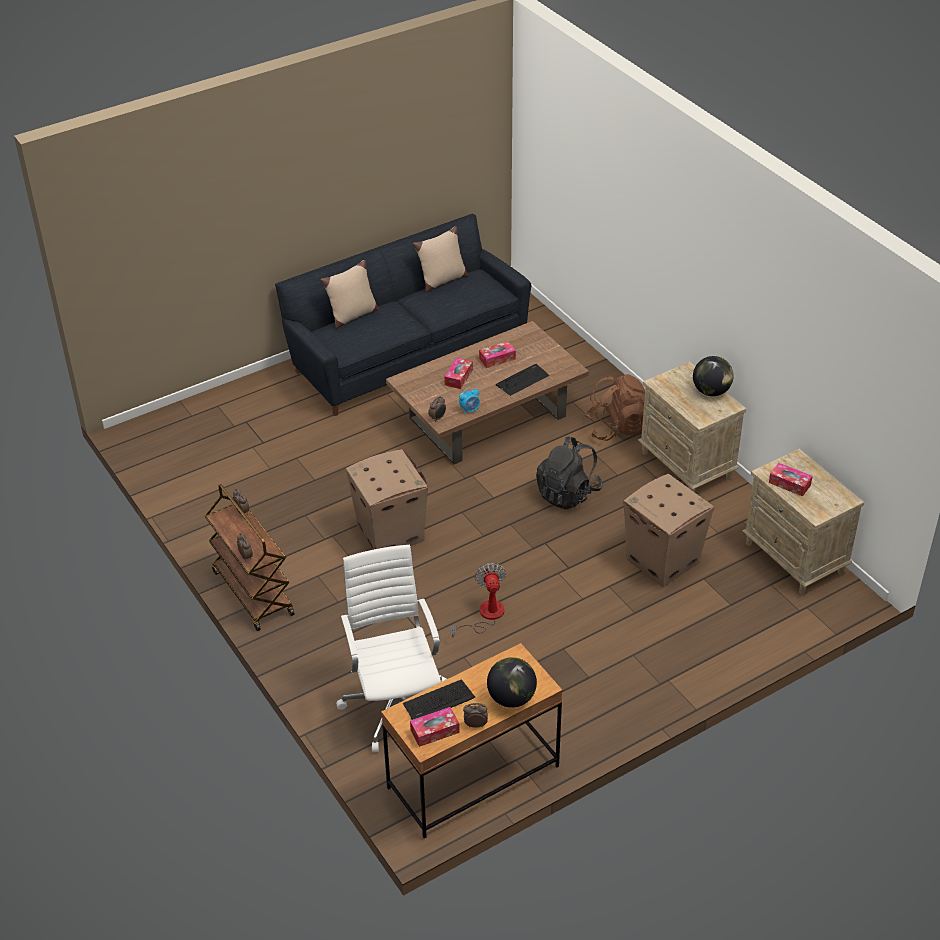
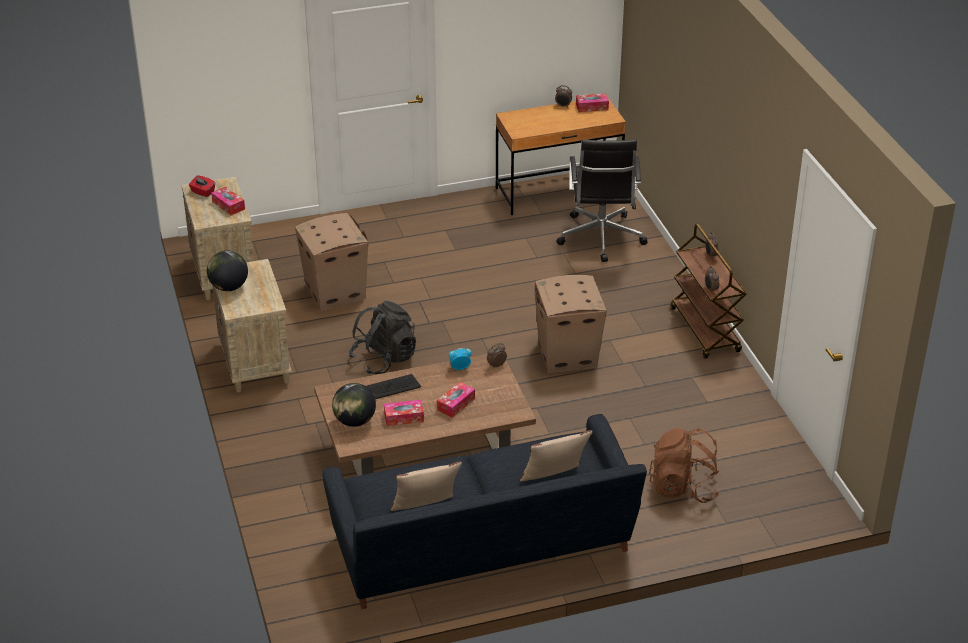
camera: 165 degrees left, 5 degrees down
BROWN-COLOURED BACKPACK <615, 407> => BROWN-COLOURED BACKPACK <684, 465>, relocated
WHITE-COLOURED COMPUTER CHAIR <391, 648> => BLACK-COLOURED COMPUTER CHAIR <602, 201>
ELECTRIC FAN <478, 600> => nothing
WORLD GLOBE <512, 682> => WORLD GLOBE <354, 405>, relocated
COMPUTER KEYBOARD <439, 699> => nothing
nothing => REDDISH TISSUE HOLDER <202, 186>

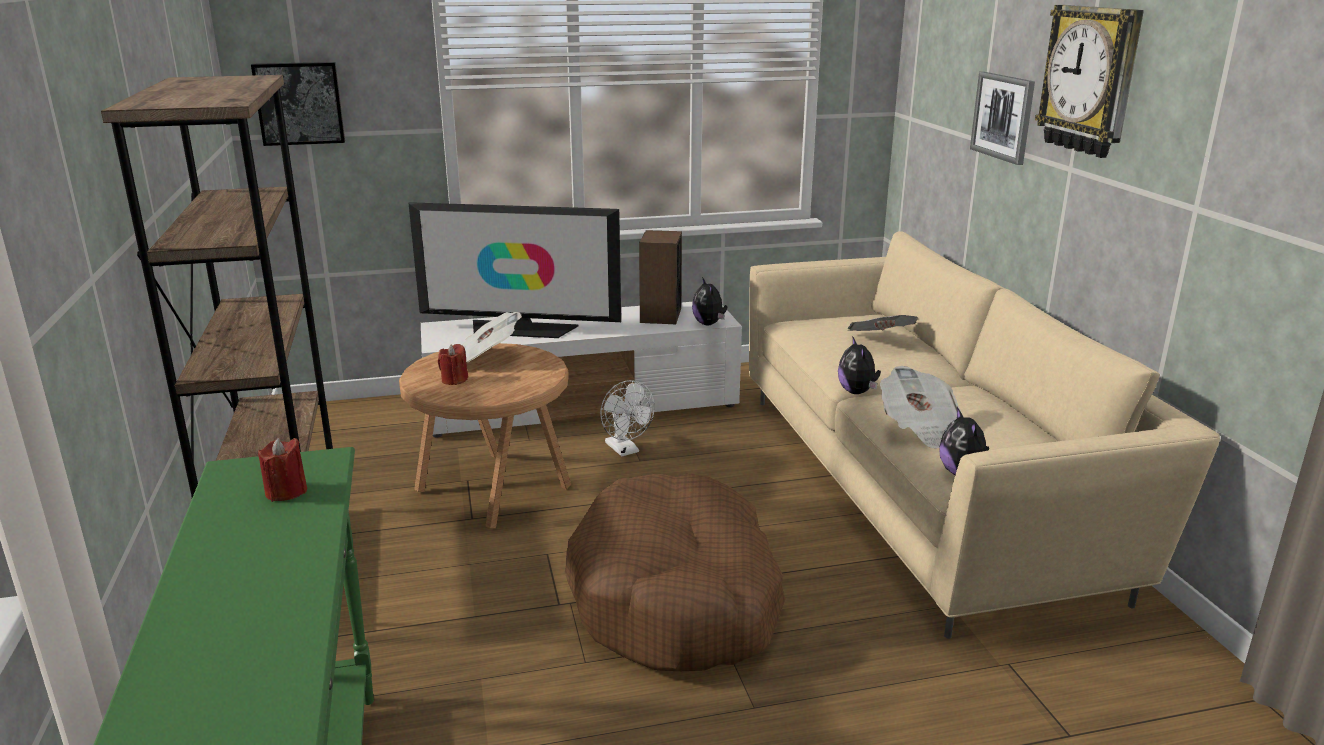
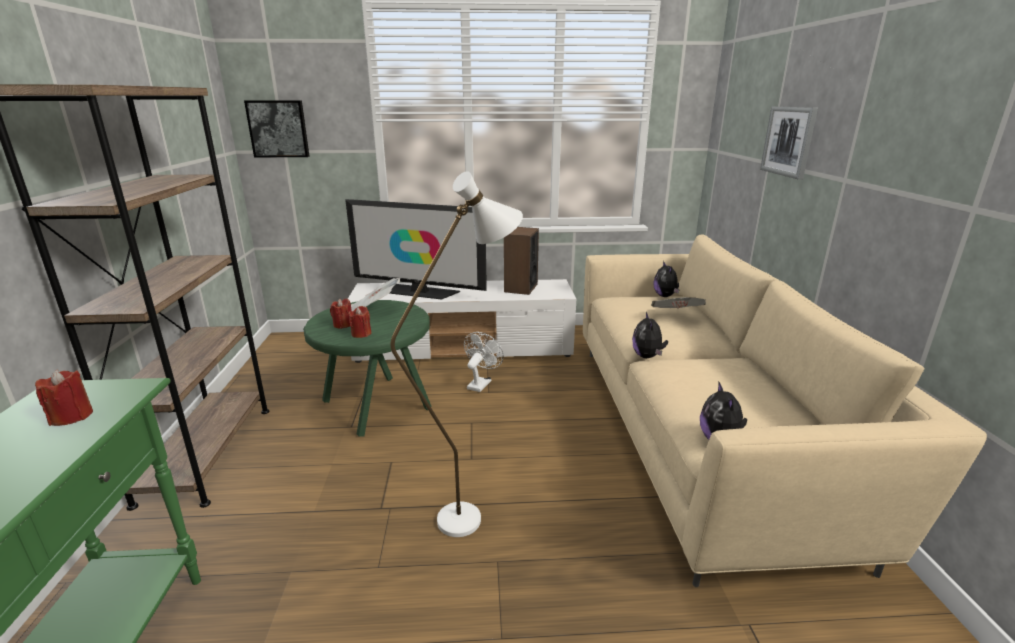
camera: 10 degrees right, 0 degrees up
CLOCK ON THE WALL <1089, 81> => nothing
SOFT TOY <709, 301> => SOFT TOY <666, 279>, relocated
BROWN-COLOURED END TABLE <485, 436> => GREEN-COLOURED END TABLE <367, 368>
NEWSPAPER <921, 407> => nothing
WHITE-COLOURED ELECTRIC FAN <627, 418> => WHITE-COLOURED ELECTRIC FAN <483, 362>, 135 degrees counterclockwise
BROWN-COLOURED DOG CUSHION <675, 572> => WHITE-COLOURED STANDING LAMP <456, 354>
nothing => REDDISH WAX LIGHT <360, 322>

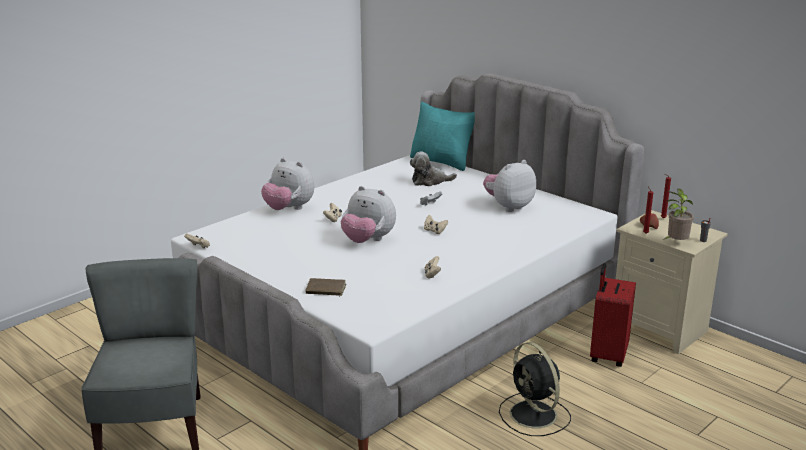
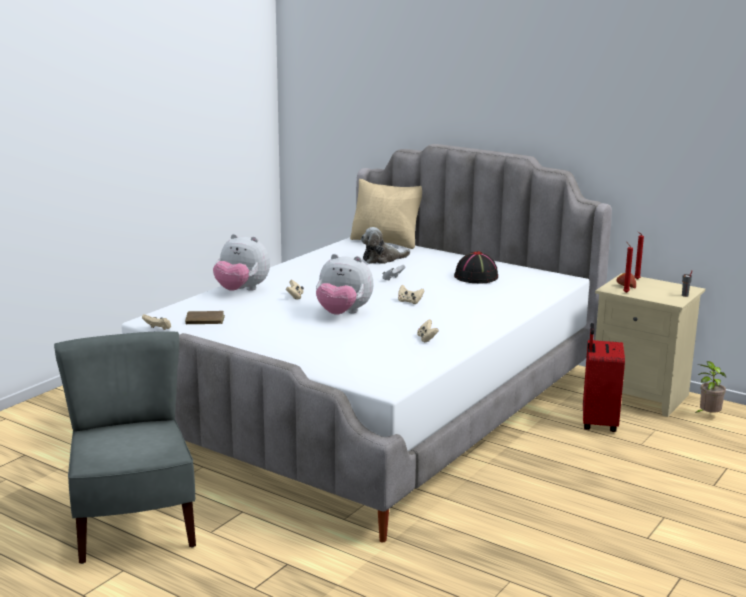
camera: 10 degrees left, 5 degrees down
TURQUOISE CUSHION <442, 136> => BEIGE CUSHION <386, 214>
SOFT TOY <509, 186> => BLACK-COLOURED CLOTHING HAT <476, 267>
POTTED PLANT <679, 214> => POTTED PLANT <710, 387>, relocated
BROWN-COLOURED BOUND BOOK <325, 287> => BROWN-COLOURED BOUND BOOK <205, 317>, relocated
BLACK-COLOURED ELECTRIC FAN <535, 389> => nothing

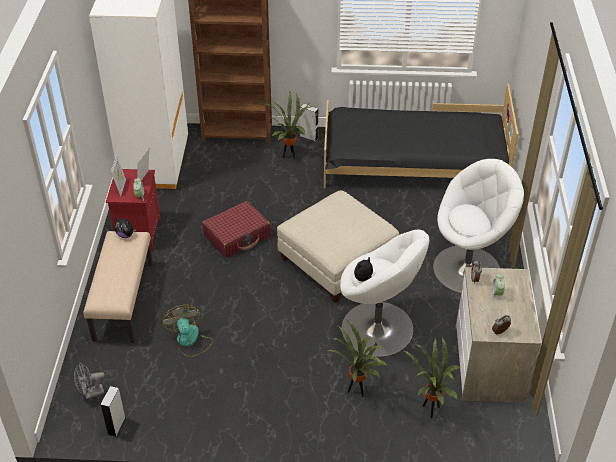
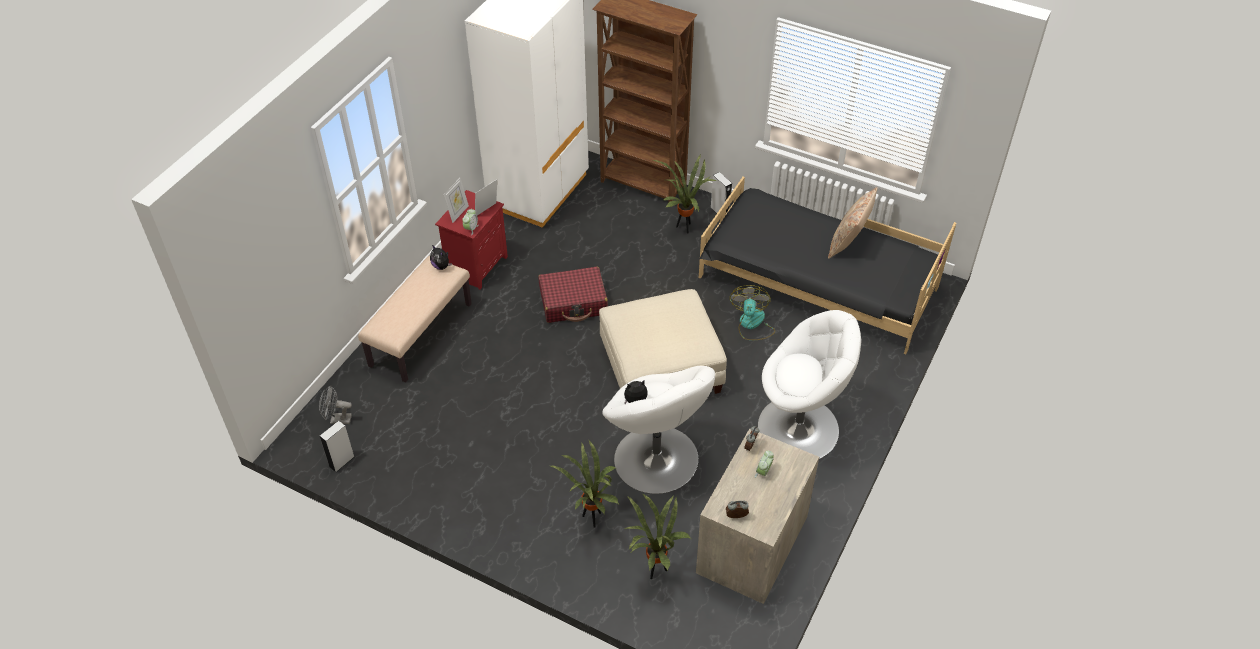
camera: 25 degrees right, 5 degrees up
ELECTRIC FAN <187, 331> => ELECTRIC FAN <752, 312>, relocated
nothing => BEIGE CUSHION <853, 223>

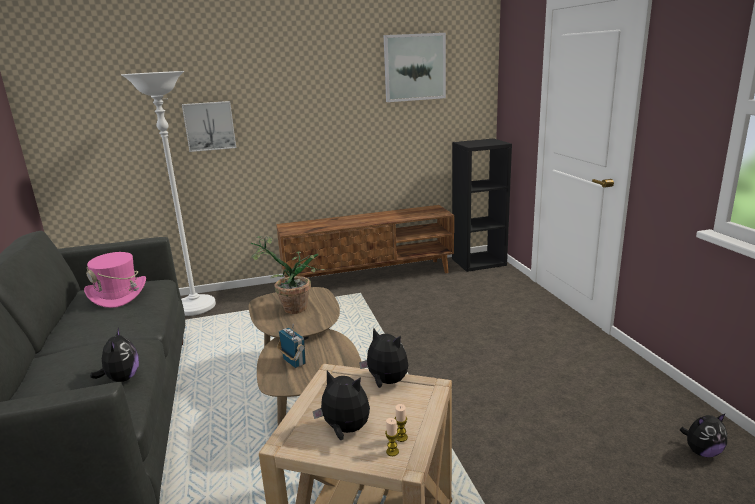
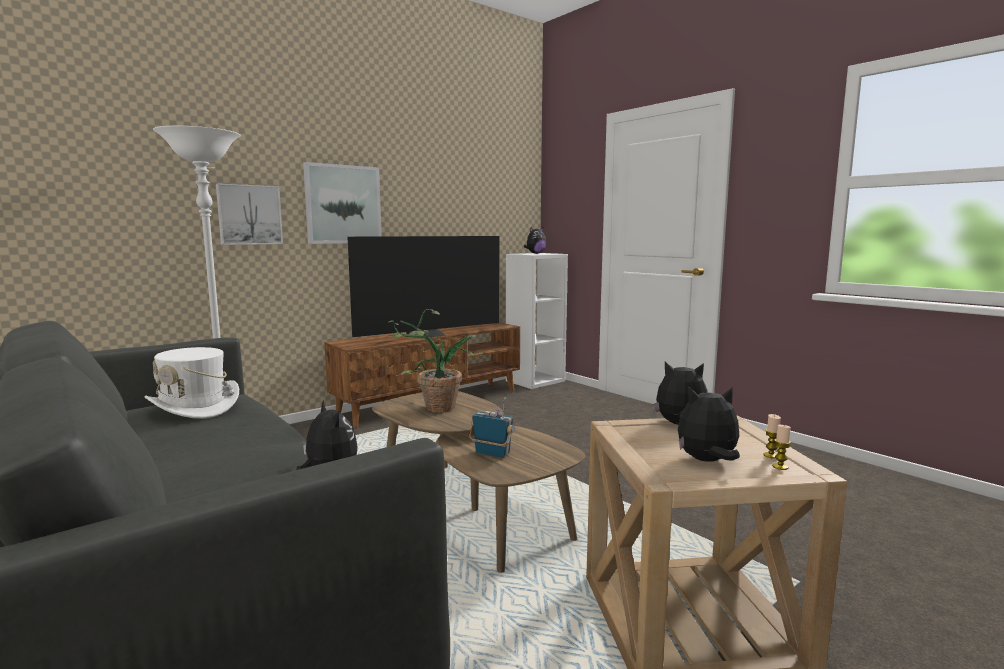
camera: 25 degrees left, 10 degrees down
WALL PICTURE <415, 67> => WALL PICTURE <342, 203>, relocated
BLACK-COLOURED BOOKSHELF <482, 205> => WHITE-COLOURED BOOKSHELF <537, 321>
PINK-COLOURED CLOTHING HAT <115, 280> => WHITE-COLOURED CLOTHING HAT <192, 383>
SOFT TOY <703, 435> => SOFT TOY <535, 240>, relocated
nothing => TV <423, 286>

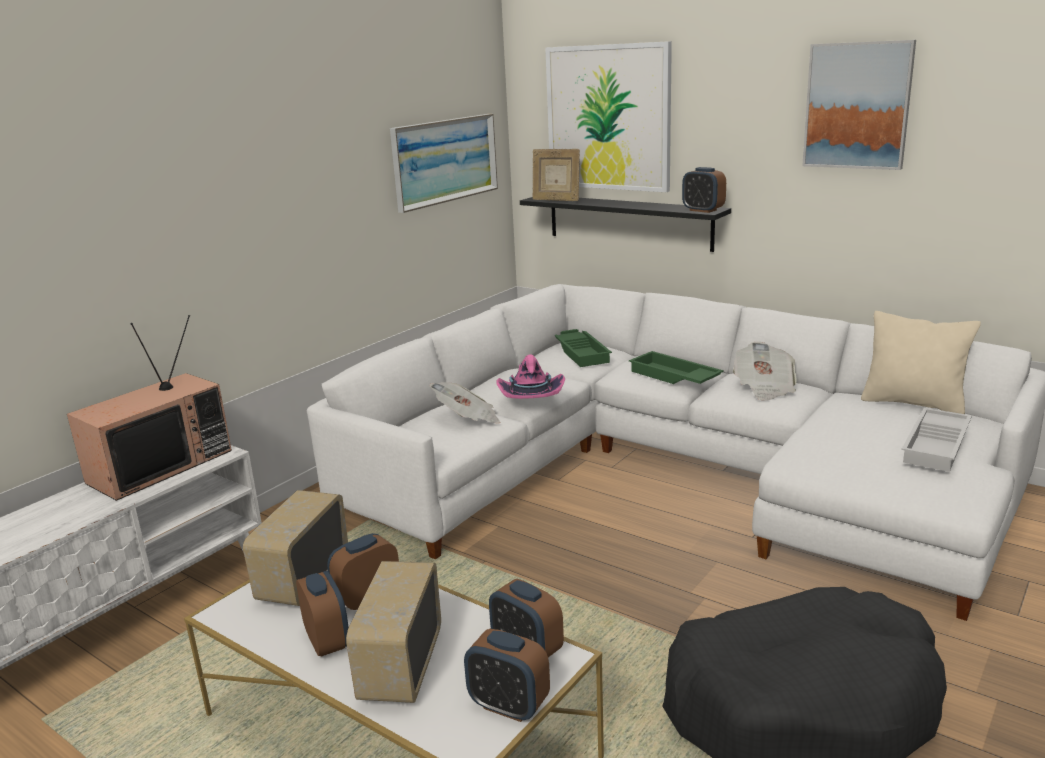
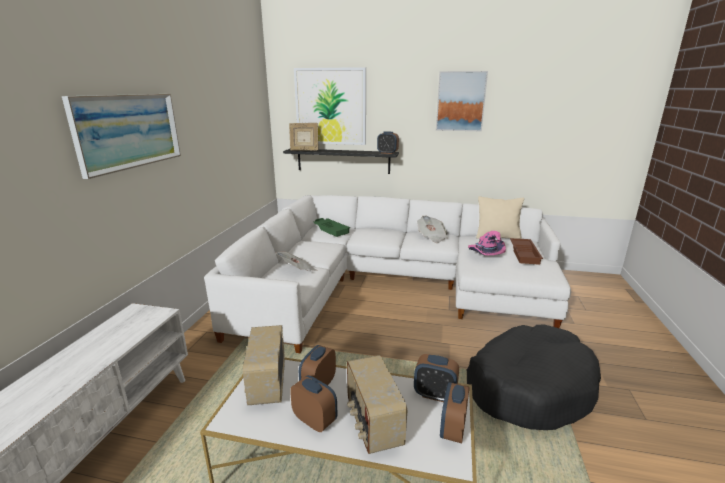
camera: 25 degrees left, 0 degrees up
WALL PICTURE <444, 163> => WALL PICTURE <121, 136>, relocated
TV <149, 408> => nothing
GREEN-COLOURED SERVING TRAY <676, 367> => nothing
PINK-COLOURED CLOTHING HAT <530, 376> => PINK-COLOURED CLOTHING HAT <487, 243>, relocated
WHITE-COLOURED SERVING TRAY <937, 440> => BROWN-COLOURED SERVING TRAY <526, 251>
BEDSIDE CLOCK <507, 675> => BEDSIDE CLOCK <455, 412>, 105 degrees clockwise

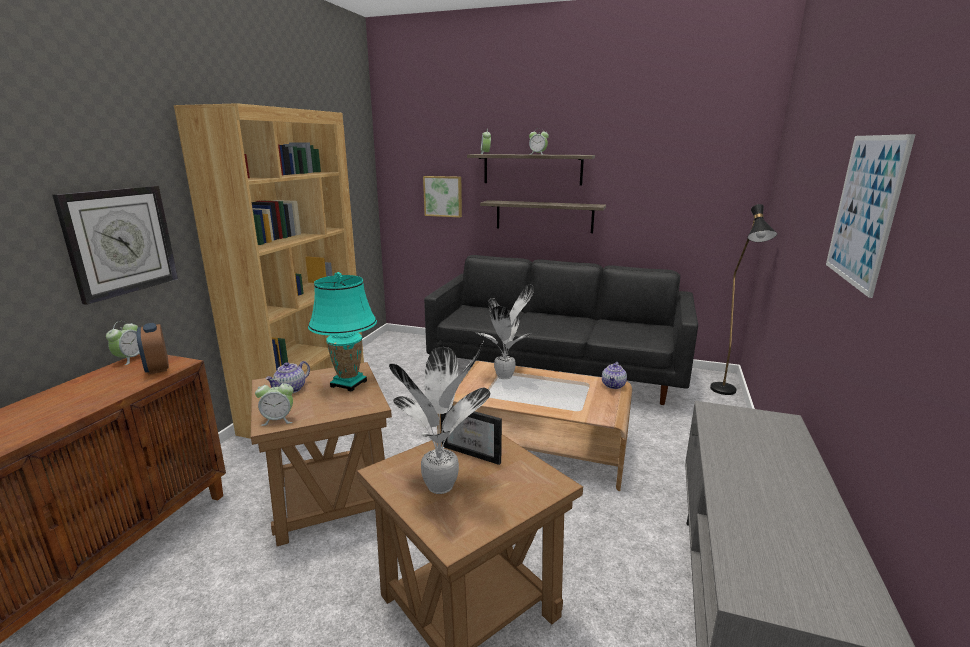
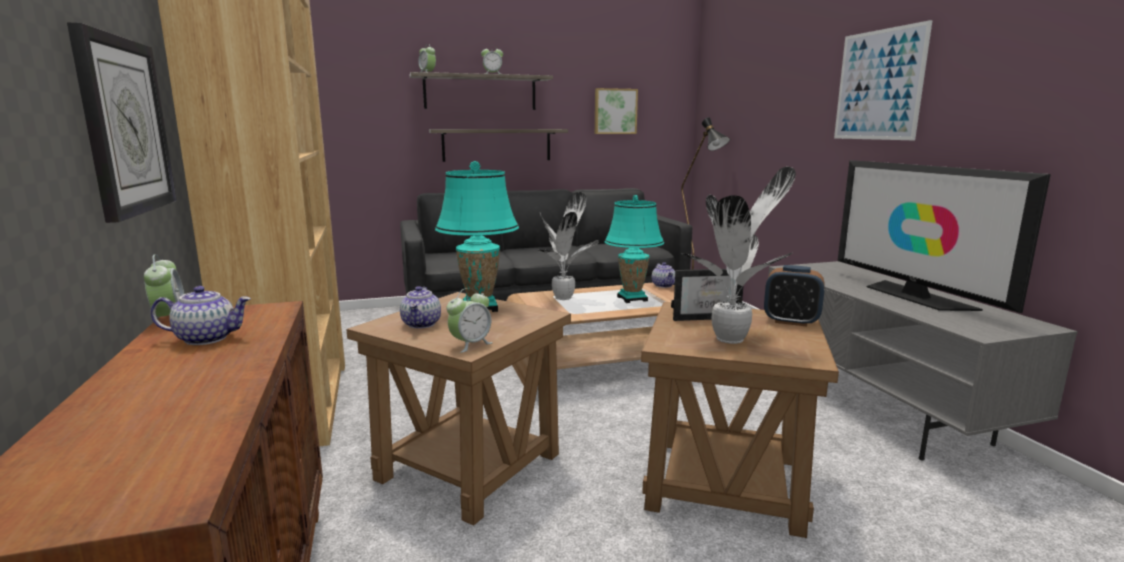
camera: 35 degrees left, 5 degrees down
WALL PICTURE <442, 196> => WALL PICTURE <616, 111>, relocated
BEDSIDE CLOCK <153, 349> => BEDSIDE CLOCK <794, 296>, relocated
nothing => TV <944, 236>
nothing => TURQUOISE LAMP FOR A TABLE <634, 249>
nothing => POT FOR TEA <200, 315>

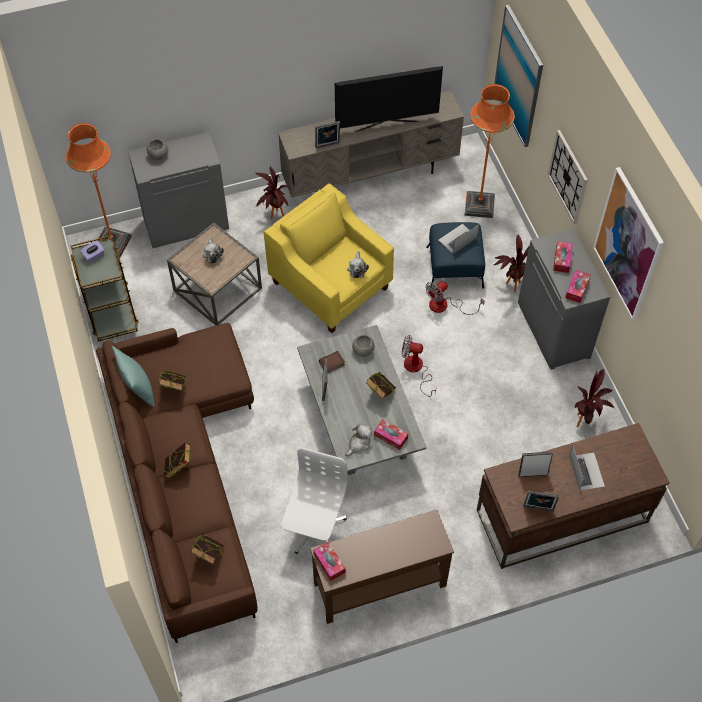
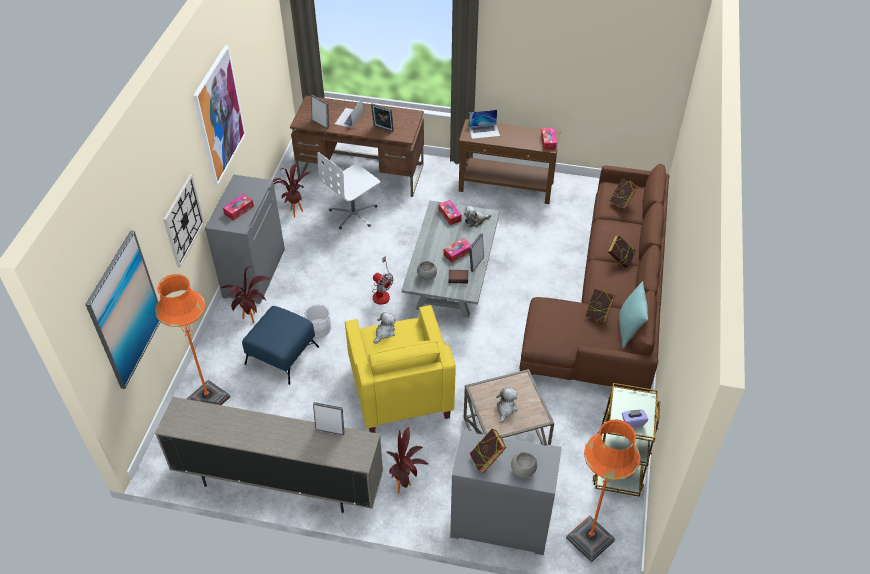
camera: 150 degrees left, 10 degrees down
TV <389, 99> => nothing
PORTABLE COMPUTER <458, 239> => PORTABLE COMPUTER <484, 124>, relocated
TISSUE HOLDER <578, 286> => TISSUE HOLDER <457, 250>, relocated
ELECTRIC FAN <455, 298> => WHITE-COLOURED PLANTER <317, 321>
BOUND BOOK <381, 385> => BOUND BOOK <488, 451>, relocated
WHITE-COLOURED COMPUTER CHAIR <314, 501> => WHITE-COLOURED COMPUTER CHAIR <348, 190>, relocated
PICTURE FRAME <541, 501> => PICTURE FRAME <320, 112>, relocated

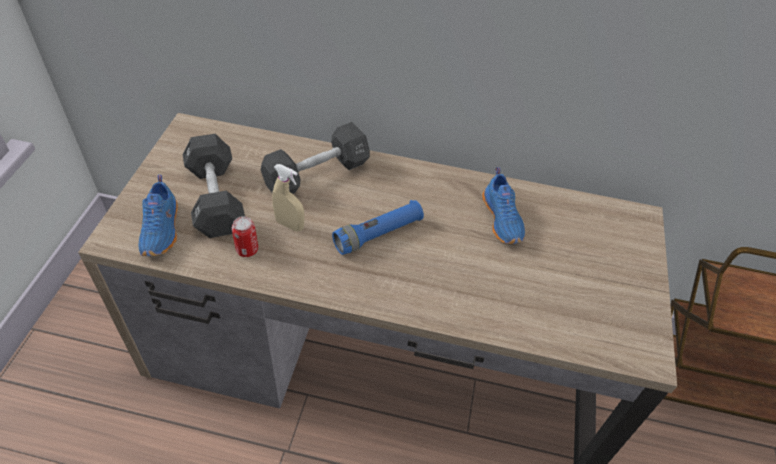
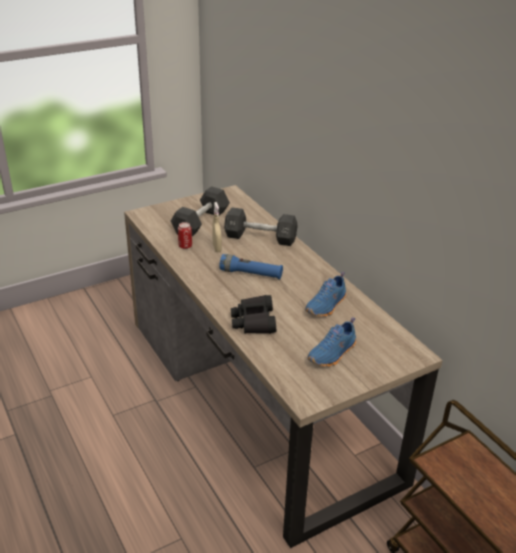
camera: 50 degrees right, 15 degrees down
BLUE-COLOURED ITEM OF FOOTWEAR <158, 215> => BLUE-COLOURED ITEM OF FOOTWEAR <332, 342>, relocated
nothing => BLACK-COLOURED PAIR OF BINOCULARS <253, 314>

